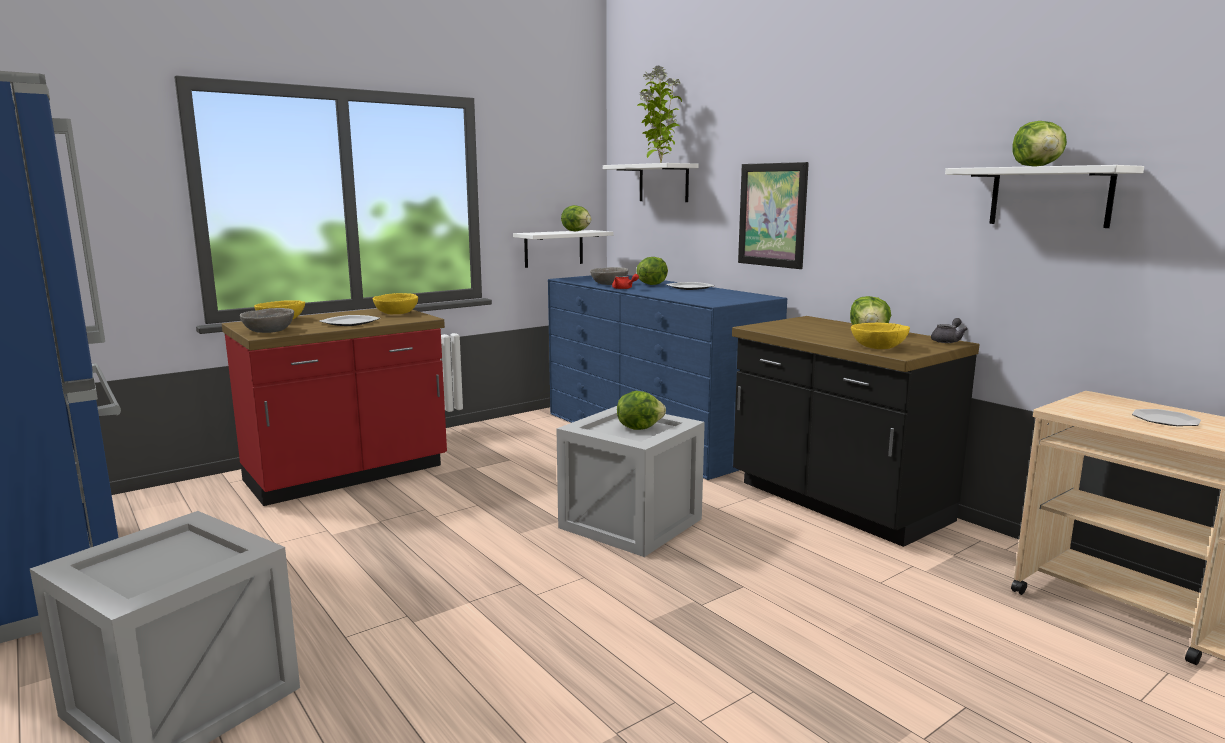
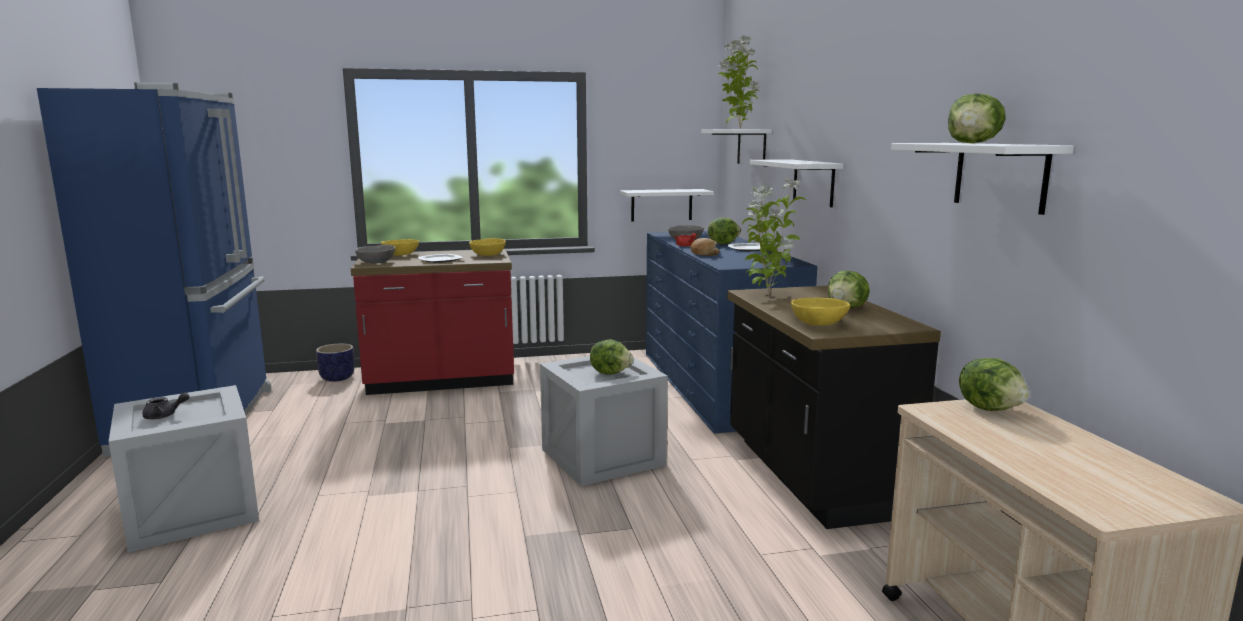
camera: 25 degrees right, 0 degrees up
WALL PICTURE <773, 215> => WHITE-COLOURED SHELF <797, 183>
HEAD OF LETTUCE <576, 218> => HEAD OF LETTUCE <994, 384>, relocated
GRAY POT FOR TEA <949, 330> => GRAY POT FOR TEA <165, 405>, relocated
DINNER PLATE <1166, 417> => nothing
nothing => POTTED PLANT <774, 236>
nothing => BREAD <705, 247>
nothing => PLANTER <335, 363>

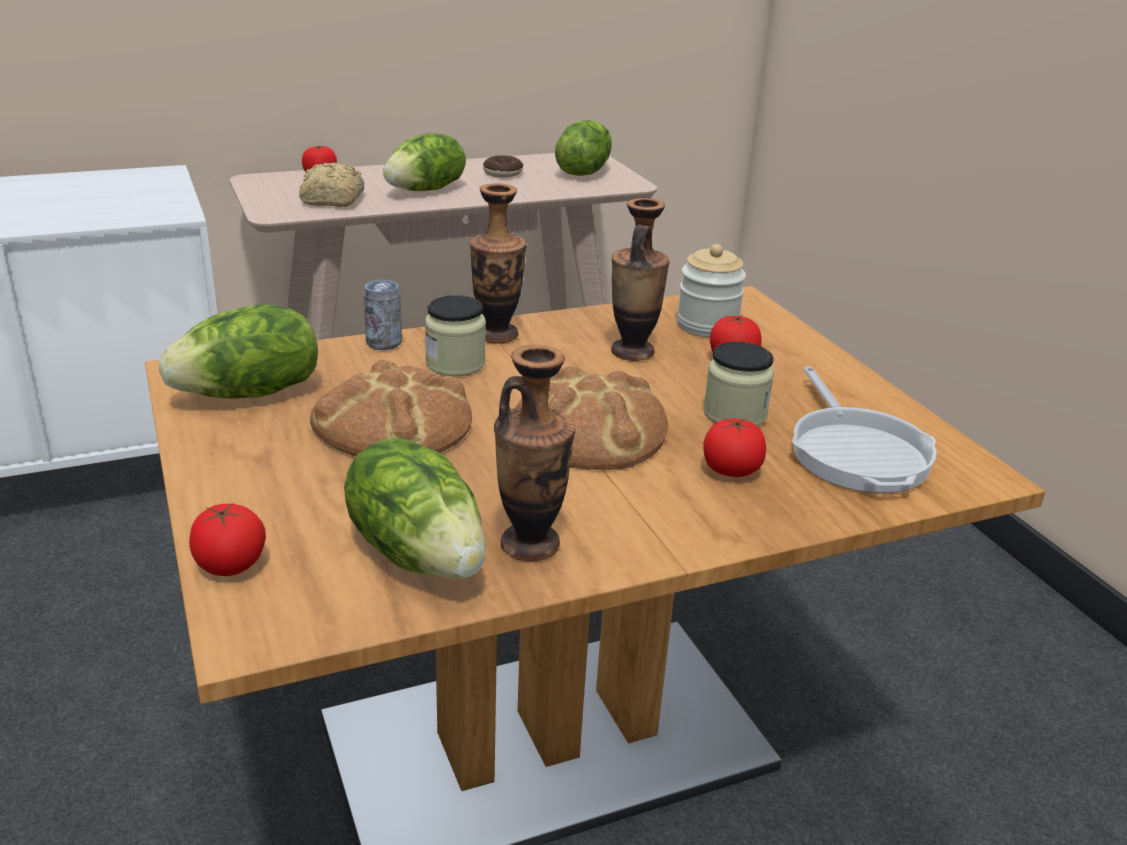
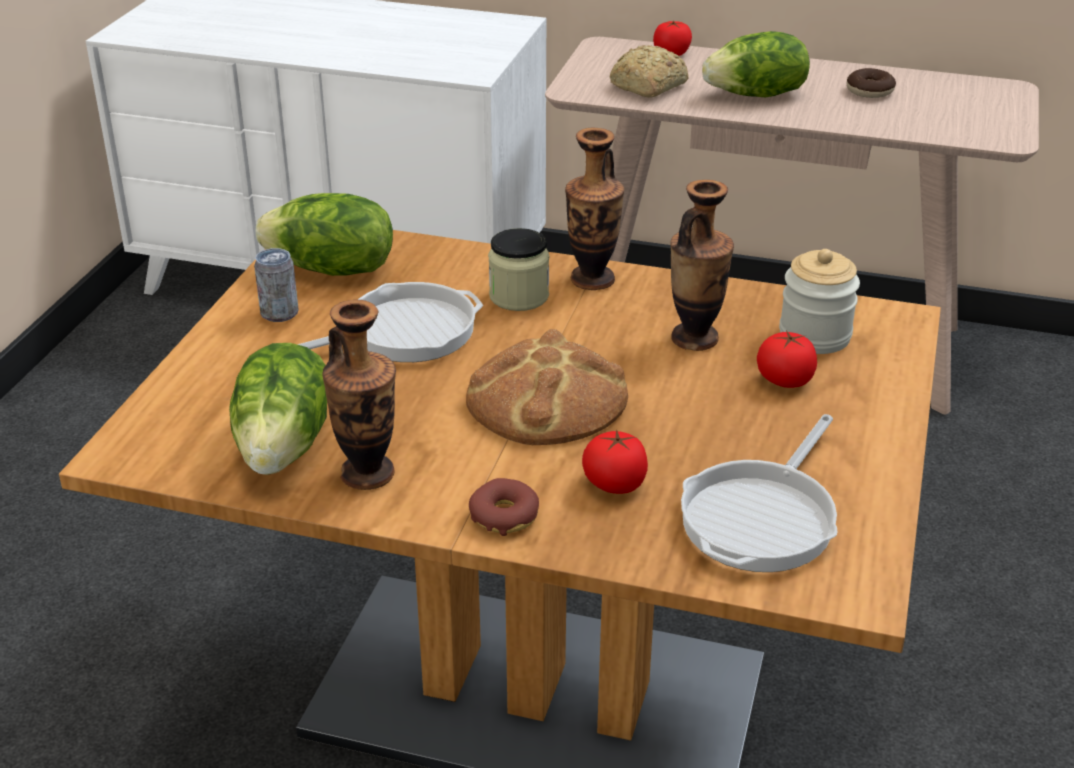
camera: 40 degrees right, 5 degrees up
HEAD OF LETTUCE <583, 148> => nothing
CAN <382, 315> => CAN <276, 285>, relocated
PRESERVE JAR <738, 384> => nothing
BREAD <391, 407> => SKILLET <390, 322>
WHOLE TOMATO <227, 540> => nothing
nothing => DOUGHNUT <504, 507>

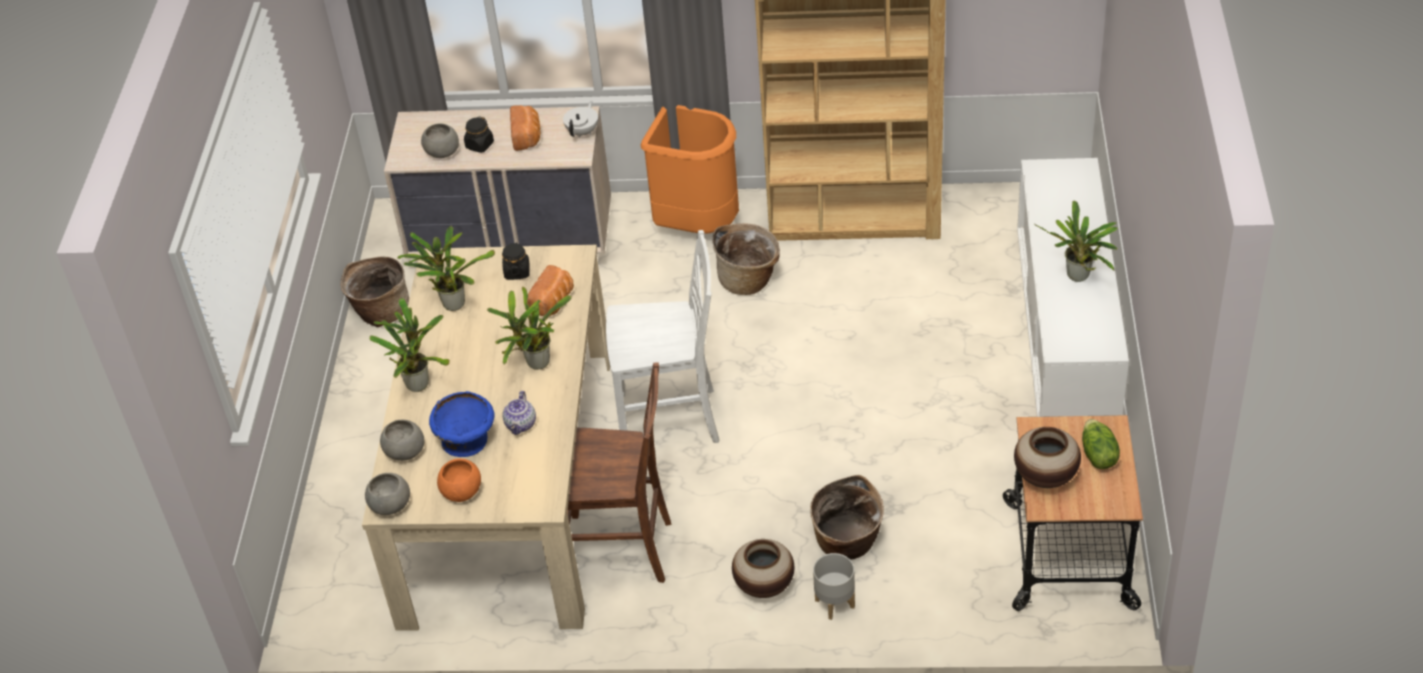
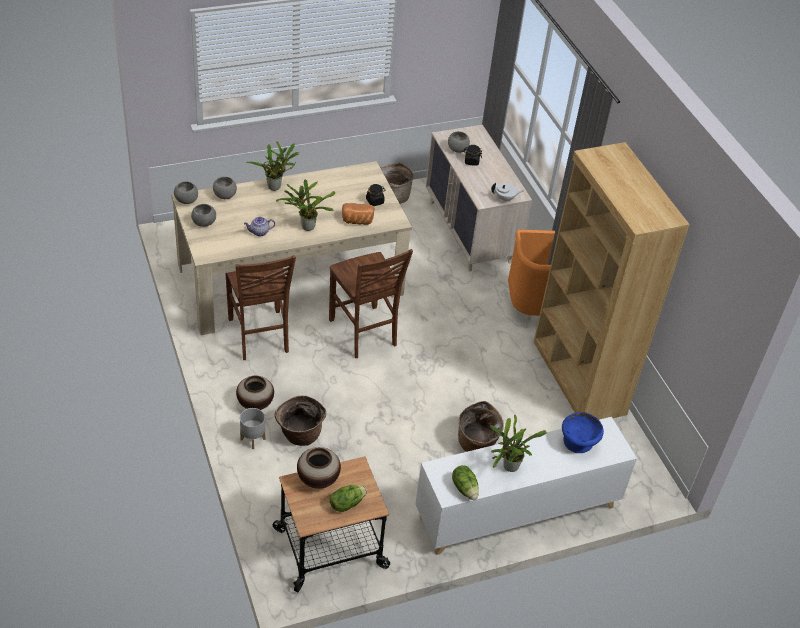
camera: 60 degrees right, 0 degrees up
BREAD <525, 128> => nothing
BASKET <746, 259> => BASKET <481, 426>, relocated
POTTED PLANT <446, 268> => nothing
WHITE-COLOURED CHAIR <662, 336> => BROWN-COLOURED CHAIR <371, 303>
BLUE-COLOURED BOWL <462, 424> => BLUE-COLOURED BOWL <583, 432>, relocated
ORANGE-COLOURED BOWL <459, 480> => GRAY BOWL <203, 215>
nothing => HEAD OF LETTUCE <465, 482>

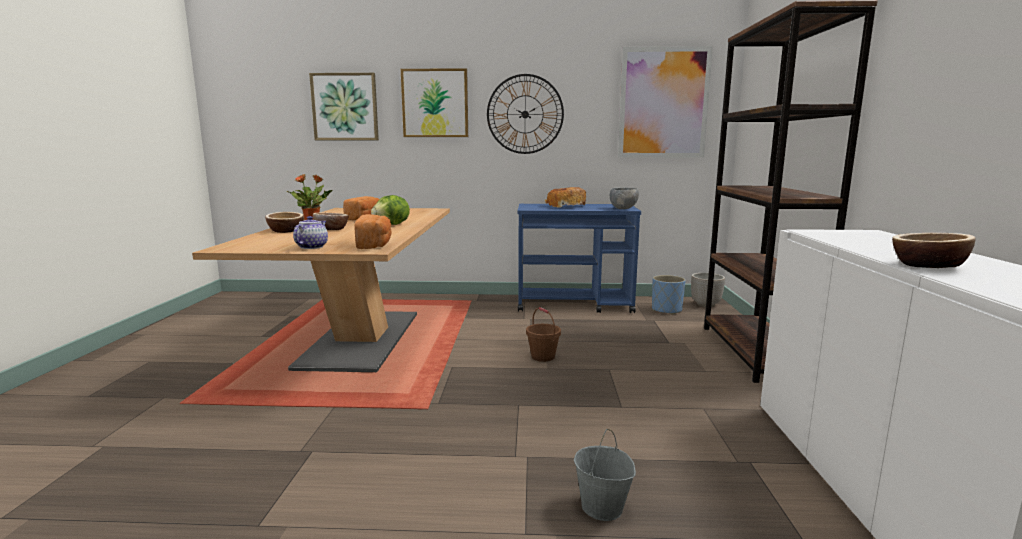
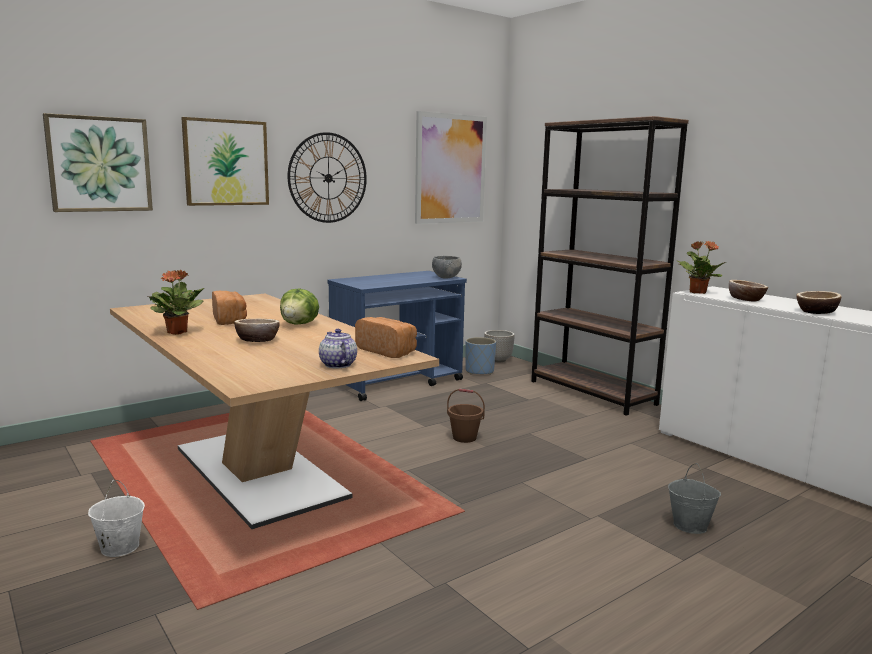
camera: 40 degrees left, 0 degrees up
BREAD <565, 197> => nothing
BOWL <284, 222> => BOWL <748, 291>, relocated
nothing => POTTED PLANT <701, 267>
nothing => WHITE-COLOURED WATER BUCKET <116, 518>

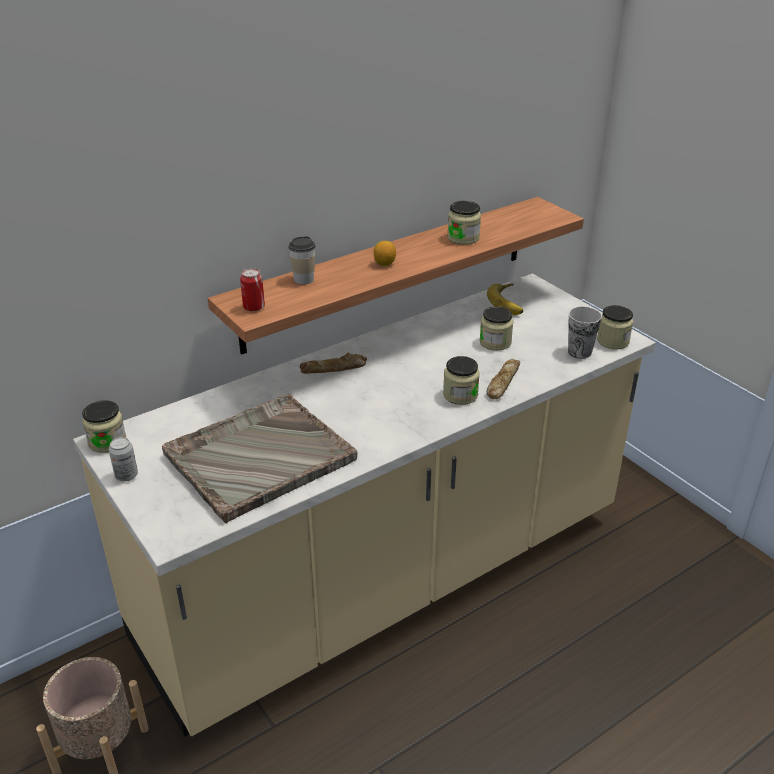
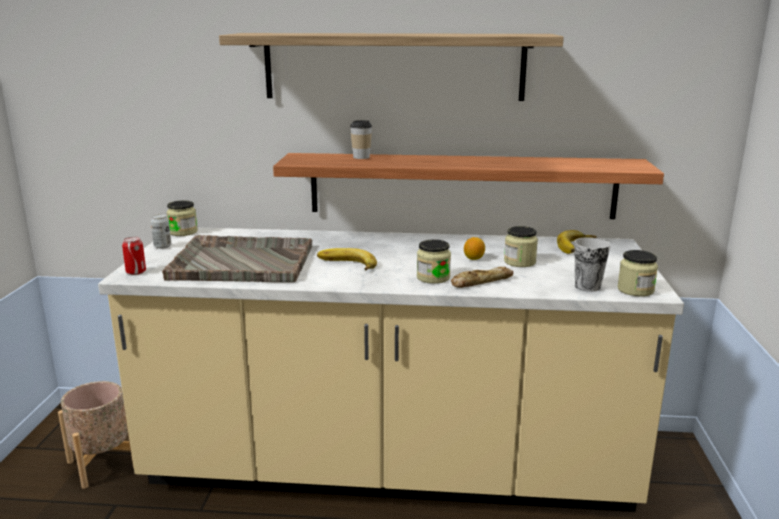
camera: 40 degrees right, 15 degrees down
PRESERVE JAR <464, 223> => nothing
WHOLE LEMON <385, 253> => WHOLE LEMON <474, 248>, relocated
CAN <252, 290> => CAN <134, 256>, relocated
BREAD <333, 363> => nothing
nothing => SHELF <391, 67>
nothing => WHOLE BANANA <347, 259>

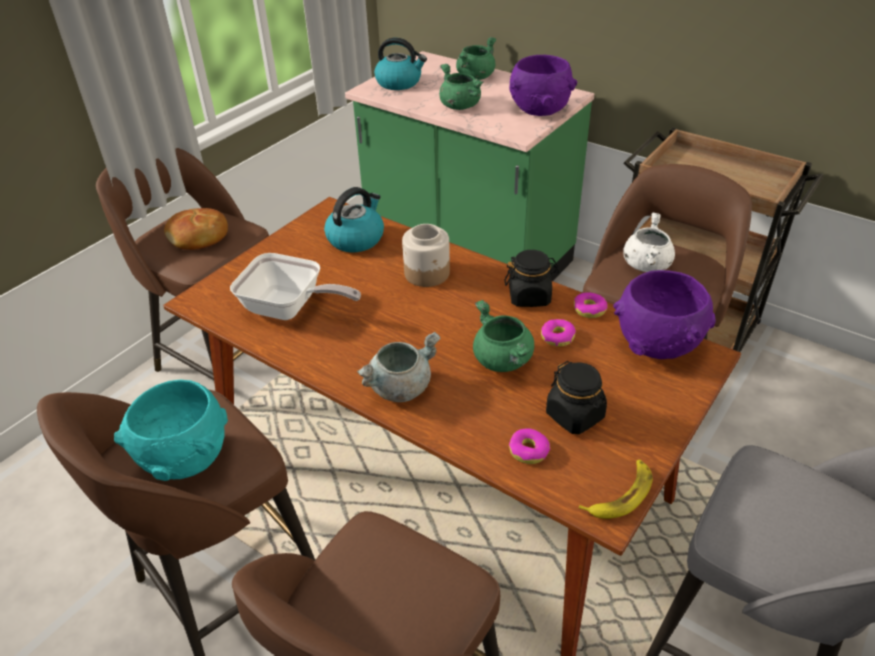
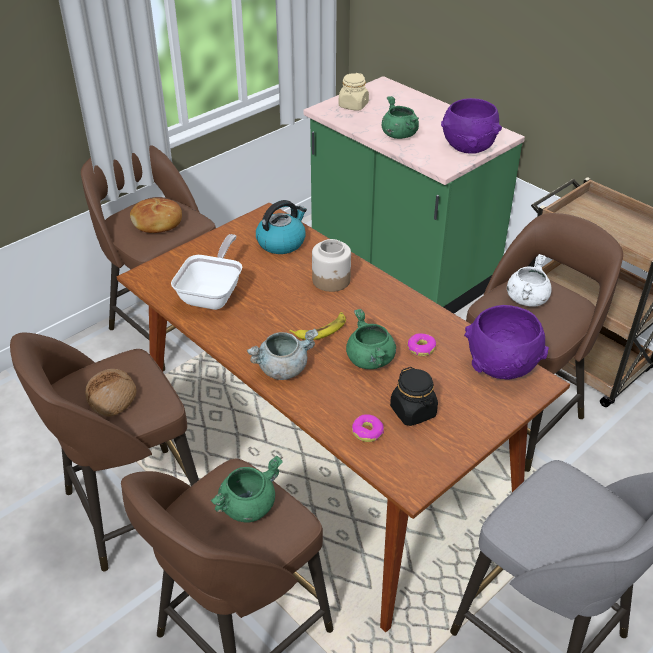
camera: 10 degrees right, 0 degrees up
GREEN-COLOURED STOCKPOT <476, 58> => GREEN-COLOURED STOCKPOT <247, 489>, relocated
WATER KETTLE <400, 64> => BEIGE PRESERVE JAR <354, 92>
BLACK-COLOURED PRESERVE JAR <531, 278> => nothing
SKILLET <295, 286> => SKILLET <206, 272>, 105 degrees counterclockwise
DOUGHNUT <591, 305> => nothing
TURQUOISE BOWL <171, 430> => BREAD <110, 393>
WHOLE BANANA <616, 489> => WHOLE BANANA <317, 326>, relocated

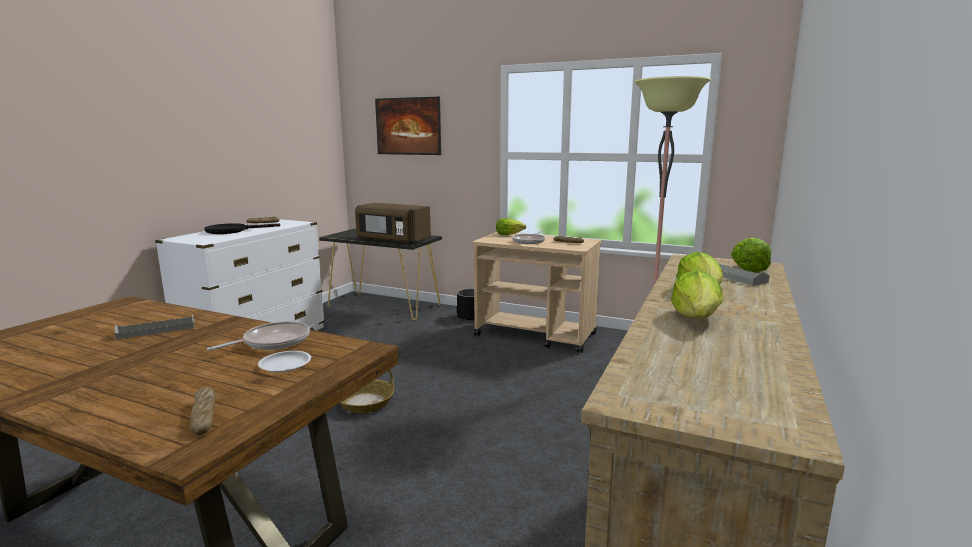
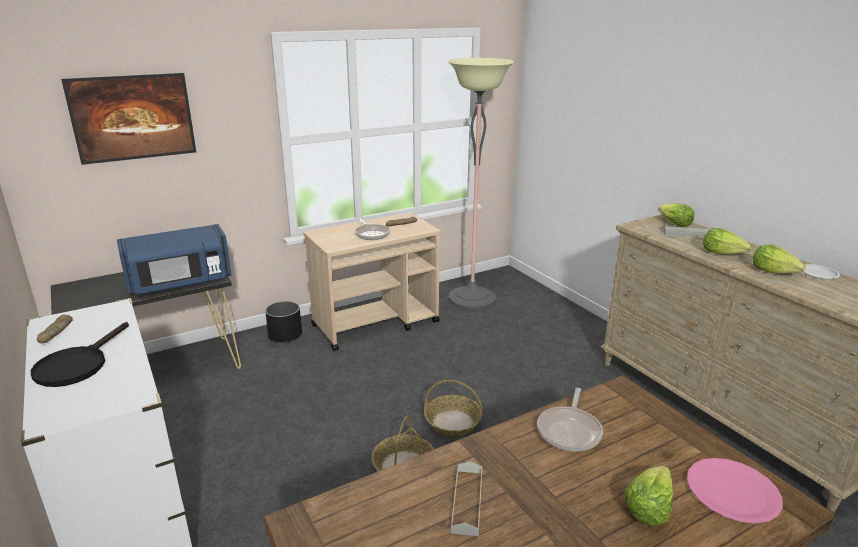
camera: 55 degrees left, 10 degrees up
BROWN-COLOURED MICROWAVE OVEN <393, 223> => BLUE-COLOURED MICROWAVE OVEN <174, 260>
HEAD OF LETTUCE <511, 226> => HEAD OF LETTUCE <648, 496>, relocated
SKILLET <258, 336> => SKILLET <570, 419>, 150 degrees counterclockwise
WHITE-COLOURED DINNER PLATE <284, 361> => WHITE-COLOURED DINNER PLATE <822, 271>, relocated
BREAD <203, 411> => PINK-COLOURED DINNER PLATE <735, 490>
nothing => BASKET <453, 408>

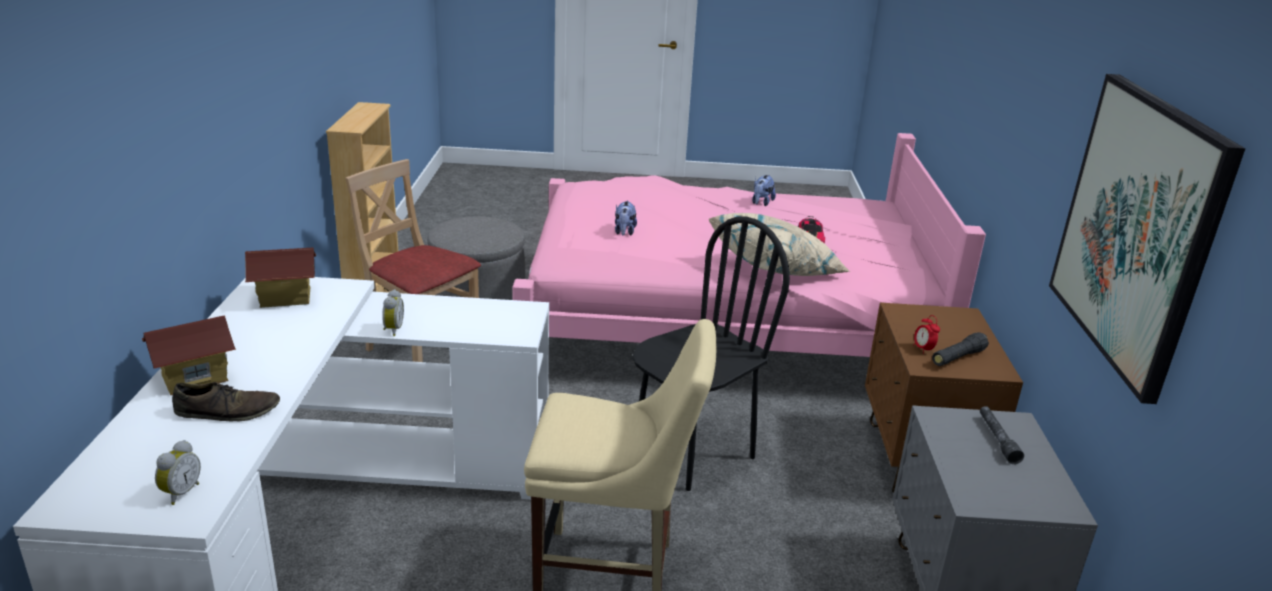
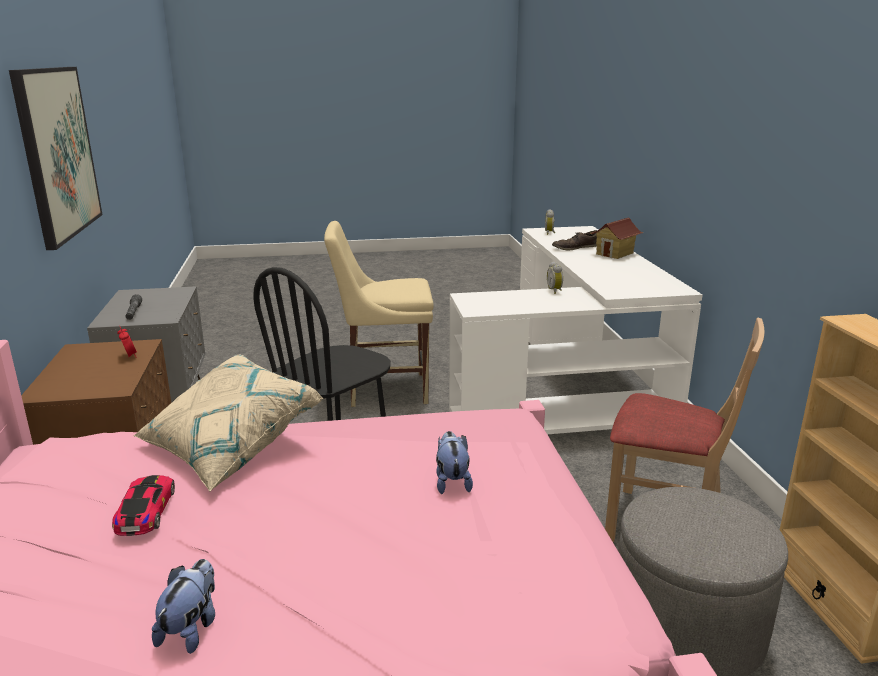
camera: 170 degrees right, 5 degrees down
MODEL HOUSE <280, 278> => nothing
BLACK-COLOURED TORCH <960, 349> => nothing

